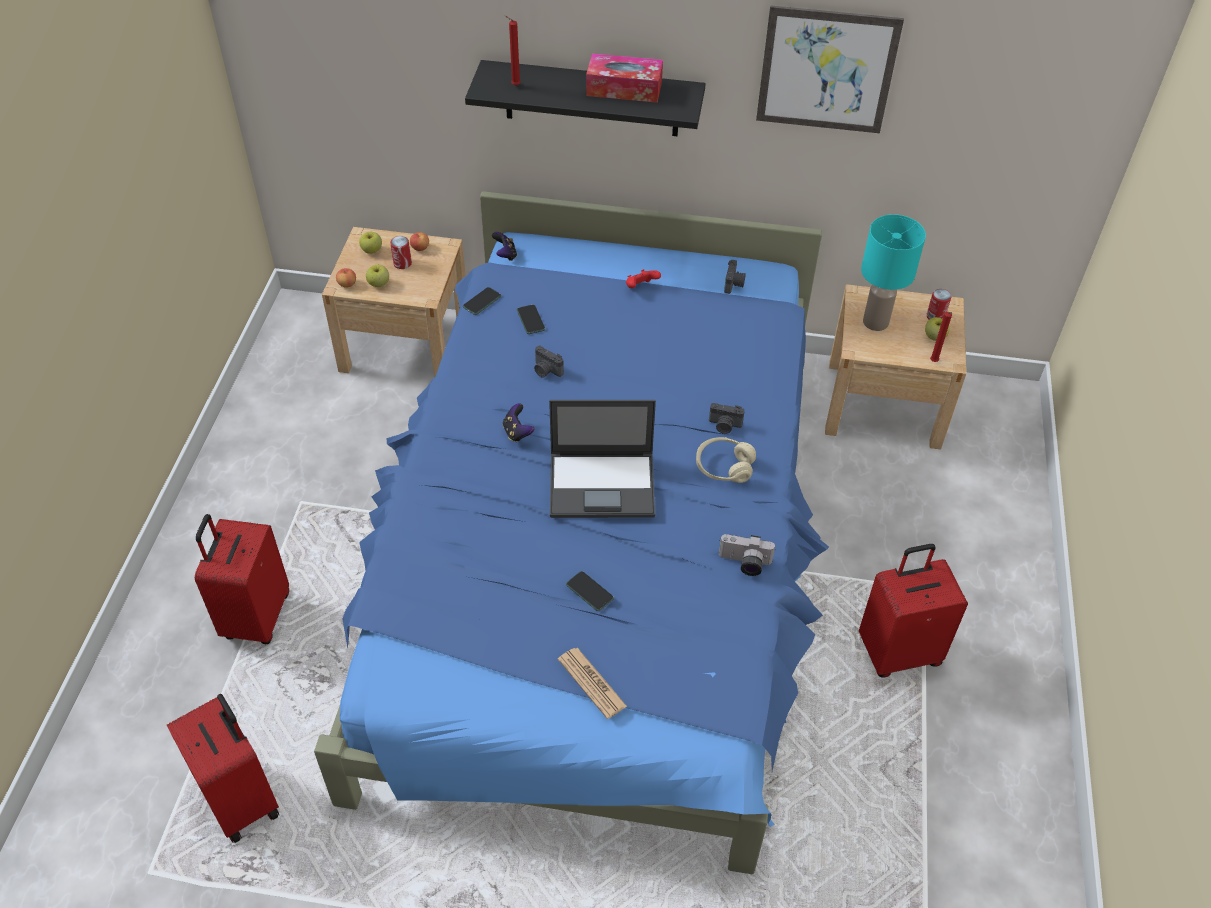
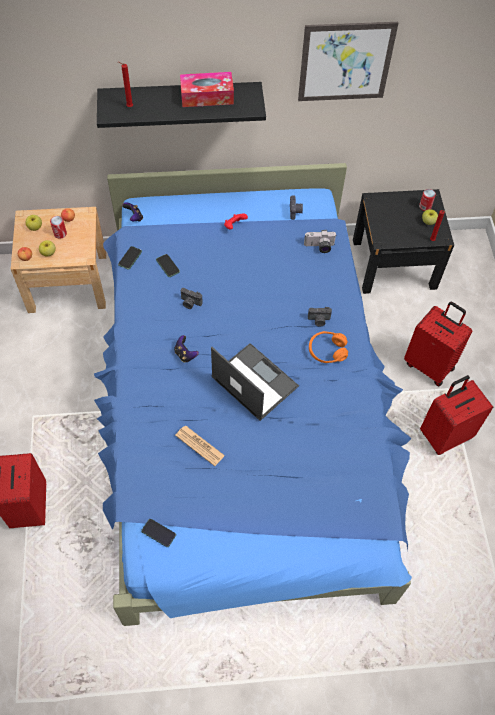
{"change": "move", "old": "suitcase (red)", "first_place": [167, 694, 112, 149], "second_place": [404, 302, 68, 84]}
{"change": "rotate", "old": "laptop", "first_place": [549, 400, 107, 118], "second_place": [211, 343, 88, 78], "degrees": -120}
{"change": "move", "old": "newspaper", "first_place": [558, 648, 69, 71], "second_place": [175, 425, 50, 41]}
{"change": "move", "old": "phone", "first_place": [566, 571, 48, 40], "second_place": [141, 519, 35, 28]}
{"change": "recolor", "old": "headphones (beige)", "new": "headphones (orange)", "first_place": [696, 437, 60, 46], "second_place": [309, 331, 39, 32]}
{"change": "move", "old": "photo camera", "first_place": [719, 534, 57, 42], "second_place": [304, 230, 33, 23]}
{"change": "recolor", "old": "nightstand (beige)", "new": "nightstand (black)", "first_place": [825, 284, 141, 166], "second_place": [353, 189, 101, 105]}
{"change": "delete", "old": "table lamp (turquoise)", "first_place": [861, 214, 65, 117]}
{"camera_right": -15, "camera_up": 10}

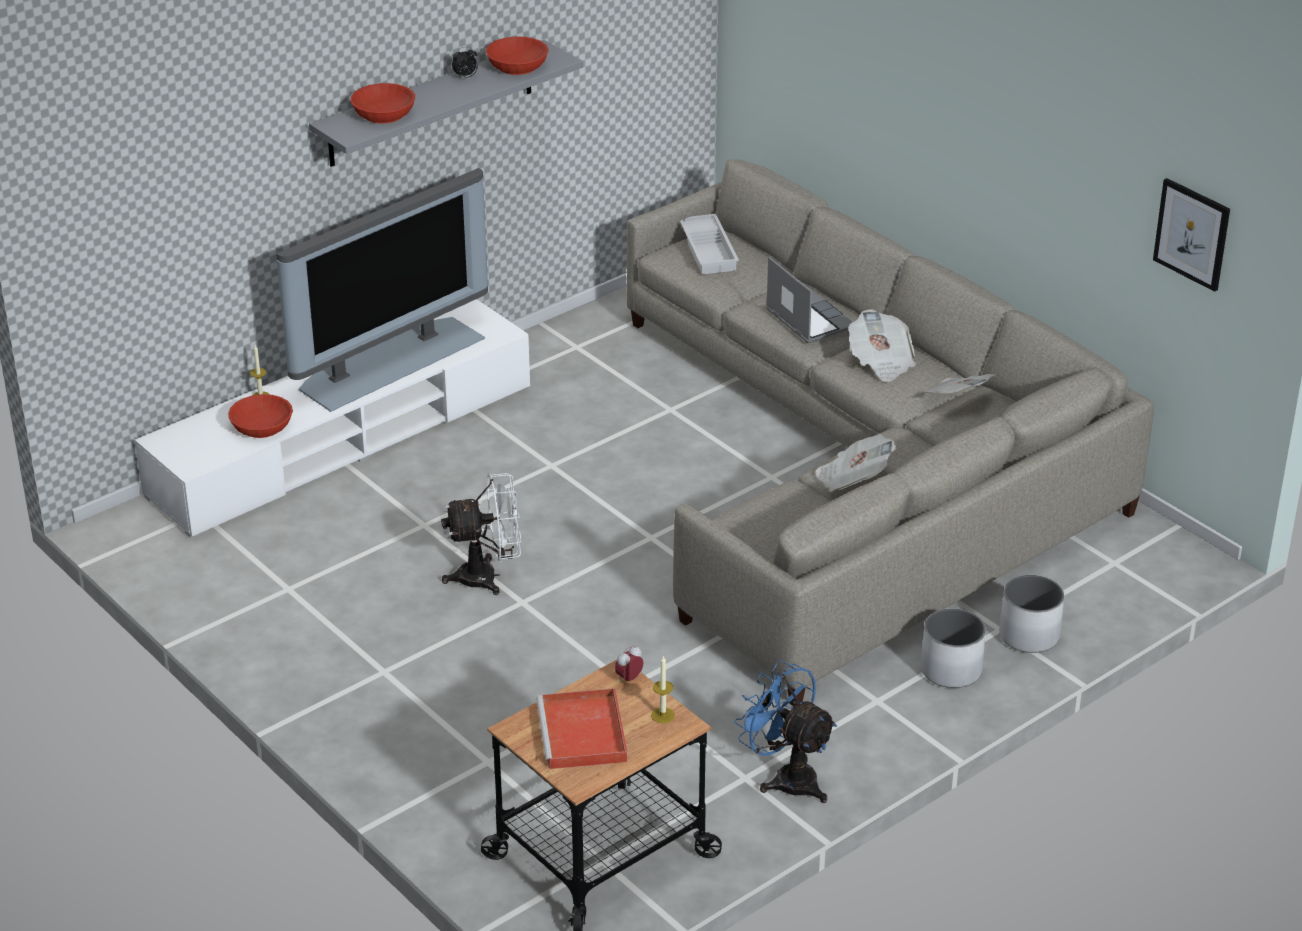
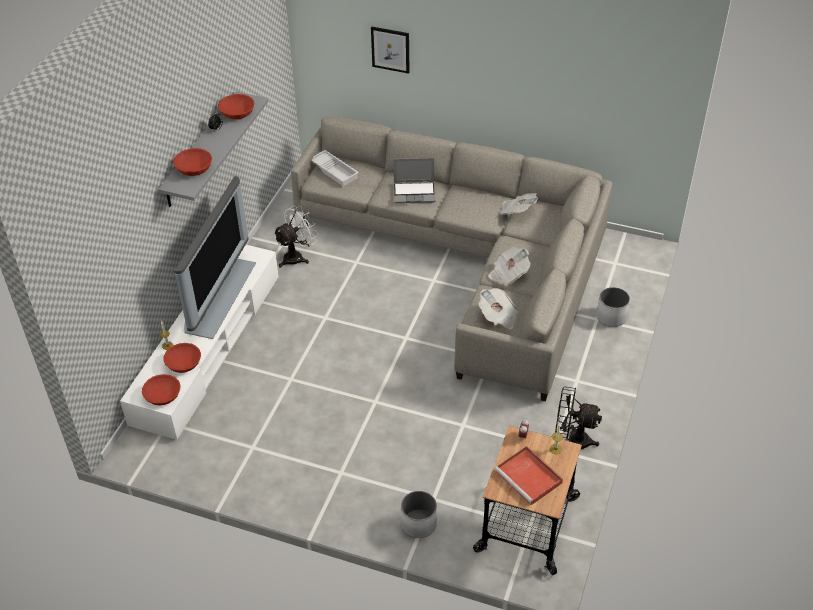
{"change": "move", "old": "fan (white)", "first_place": [441, 473, 80, 122], "second_place": [273, 206, 46, 62]}
{"change": "recolor", "old": "fan (blue)", "new": "fan (black)", "first_place": [734, 660, 103, 143], "second_place": [555, 386, 47, 63]}
{"change": "rotate", "old": "laptop", "first_place": [766, 257, 87, 86], "second_place": [393, 158, 42, 46], "degrees": 150}
{"change": "move", "old": "newspaper", "first_place": [848, 309, 68, 73], "second_place": [479, 288, 40, 42]}
{"change": "move", "old": "planter (white)", "first_place": [921, 608, 65, 80], "second_place": [401, 491, 36, 47]}
{"change": "move", "old": "picture", "first_place": [1153, 178, 77, 114], "second_place": [371, 27, 39, 47]}
{"change": "insert", "new": "bowl (red)", "second_place": [142, 374, 38, 32]}
{"camera_right": -30, "camera_up": 10}

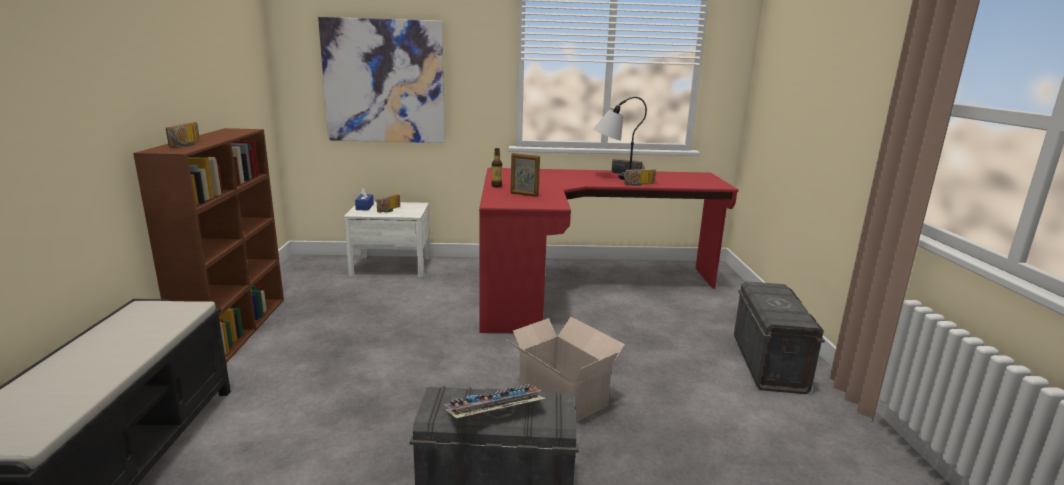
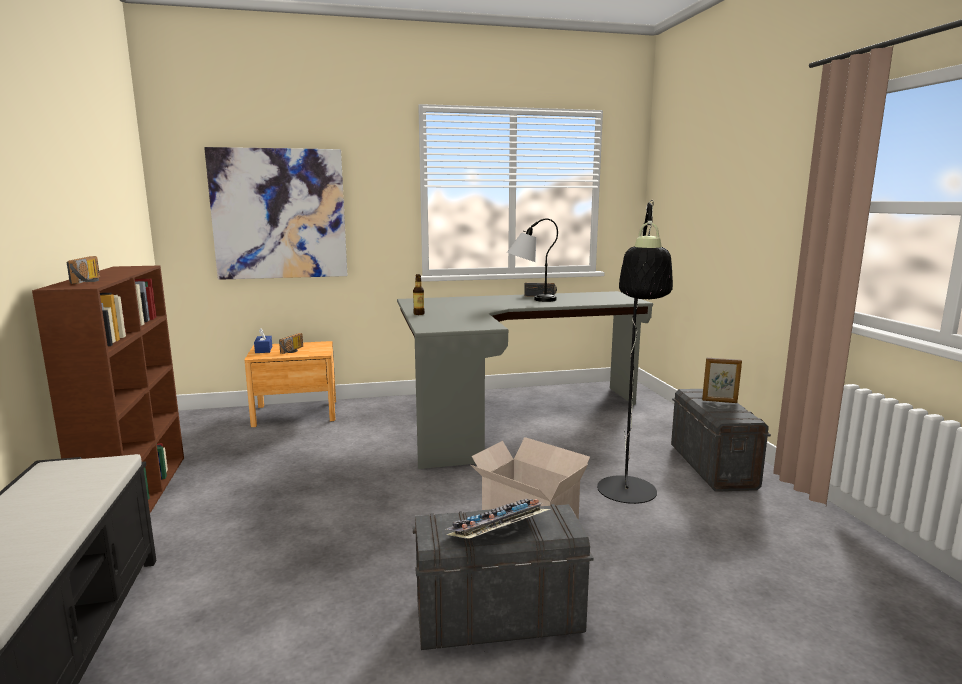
{"change": "recolor", "old": "nightstand (white)", "new": "nightstand (brown)", "first_place": [344, 202, 86, 76], "second_place": [244, 341, 92, 86]}
{"change": "recolor", "old": "desk (red)", "new": "desk (grey)", "first_place": [479, 168, 260, 165], "second_place": [397, 291, 256, 178]}
{"change": "move", "old": "picture frame", "first_place": [511, 153, 29, 44], "second_place": [702, 358, 40, 45]}
{"change": "delete", "old": "radio", "first_place": [624, 169, 32, 17]}
{"change": "insert", "new": "floor lamp (black)", "second_place": [597, 200, 76, 304]}
{"camera_right": -10, "camera_up": -5}

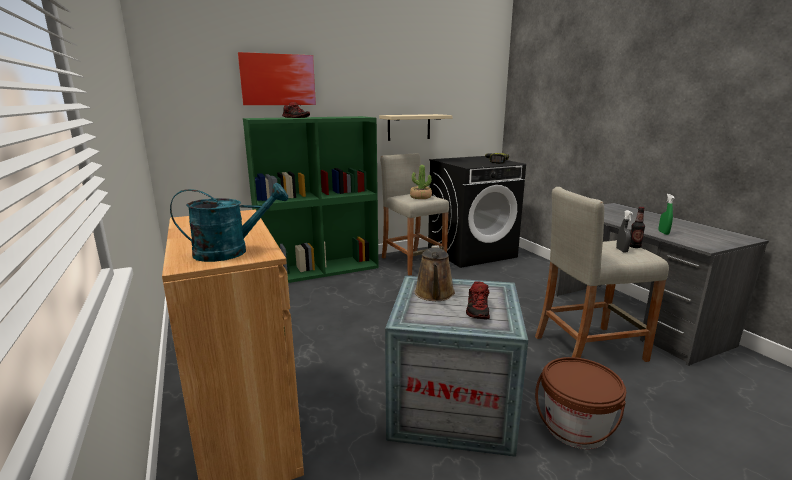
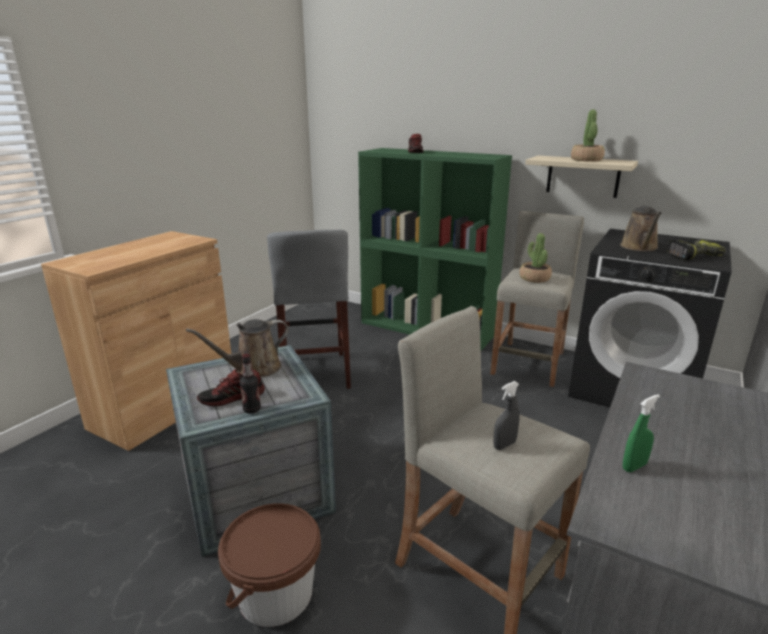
{"change": "delete", "old": "watering can (turquoise)", "first_place": [170, 183, 118, 79]}
{"change": "delete", "old": "picture", "first_place": [238, 52, 78, 53]}
{"change": "move", "old": "bottle", "first_place": [630, 207, 15, 41], "second_place": [240, 354, 21, 60]}
{"change": "insert", "new": "stool (grey)", "second_place": [267, 230, 84, 159]}
{"change": "insert", "new": "potted plant", "second_place": [571, 109, 34, 53]}
{"change": "insert", "new": "watering can (brown)", "second_place": [620, 206, 41, 45]}
{"camera_right": 55, "camera_up": 5}

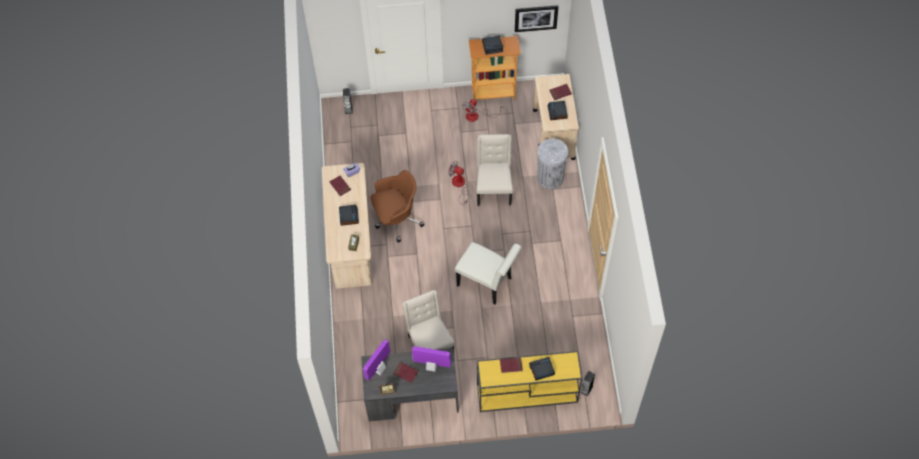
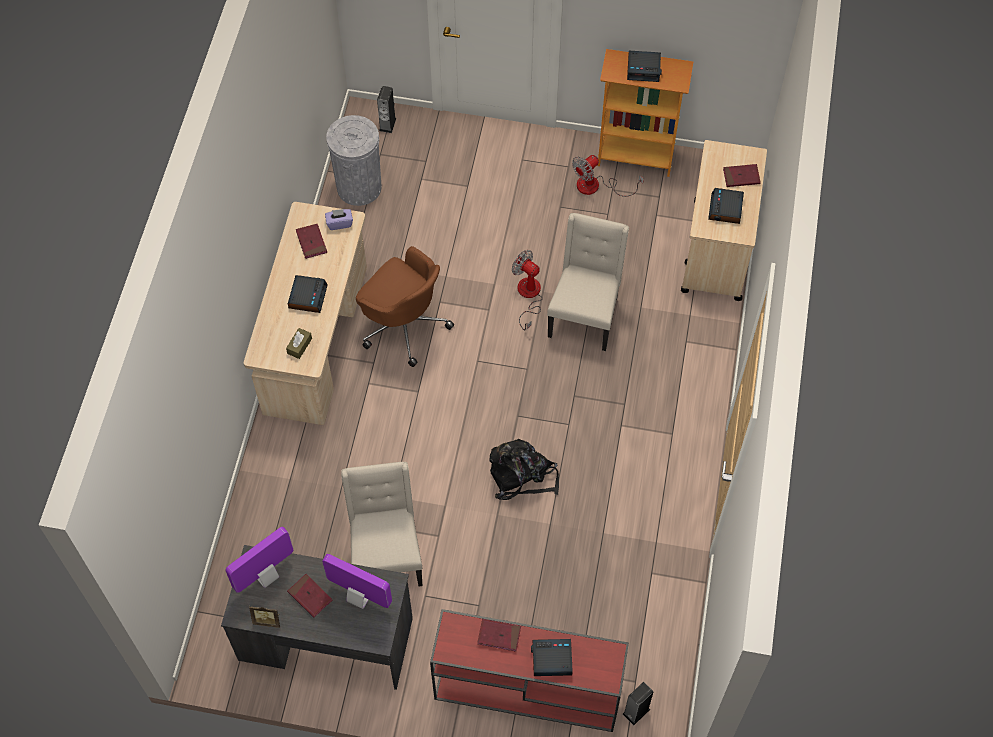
{"change": "rotate", "old": "office chair (brown)", "first_place": [370, 170, 54, 73], "second_place": [356, 246, 98, 121], "degrees": 45}
{"change": "replace", "old": "chair (white)", "new": "backpack (black)", "first_place": [455, 242, 67, 62], "second_place": [489, 439, 70, 61]}
{"change": "recolor", "old": "console table (yellow)", "new": "console table (red)", "first_place": [477, 351, 105, 61], "second_place": [430, 609, 199, 123]}
{"change": "delete", "old": "picture", "first_place": [515, 5, 43, 27]}
{"change": "move", "old": "trash can (grey)", "first_place": [537, 138, 31, 51], "second_place": [326, 115, 56, 91]}
{"camera_right": 15, "camera_up": 0}

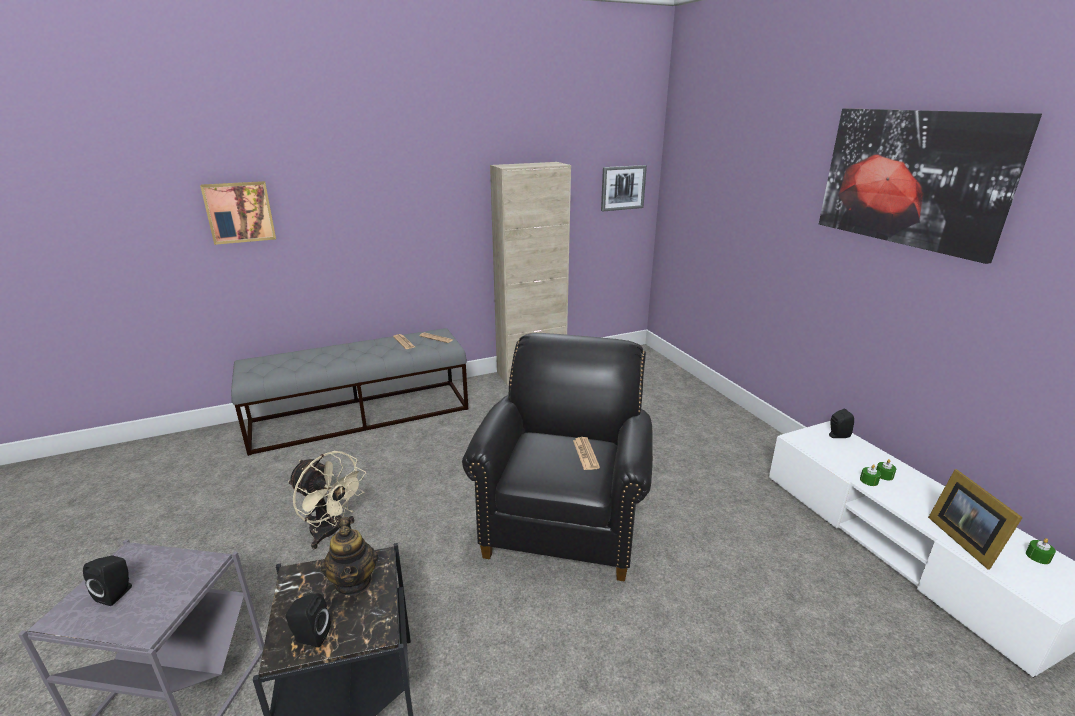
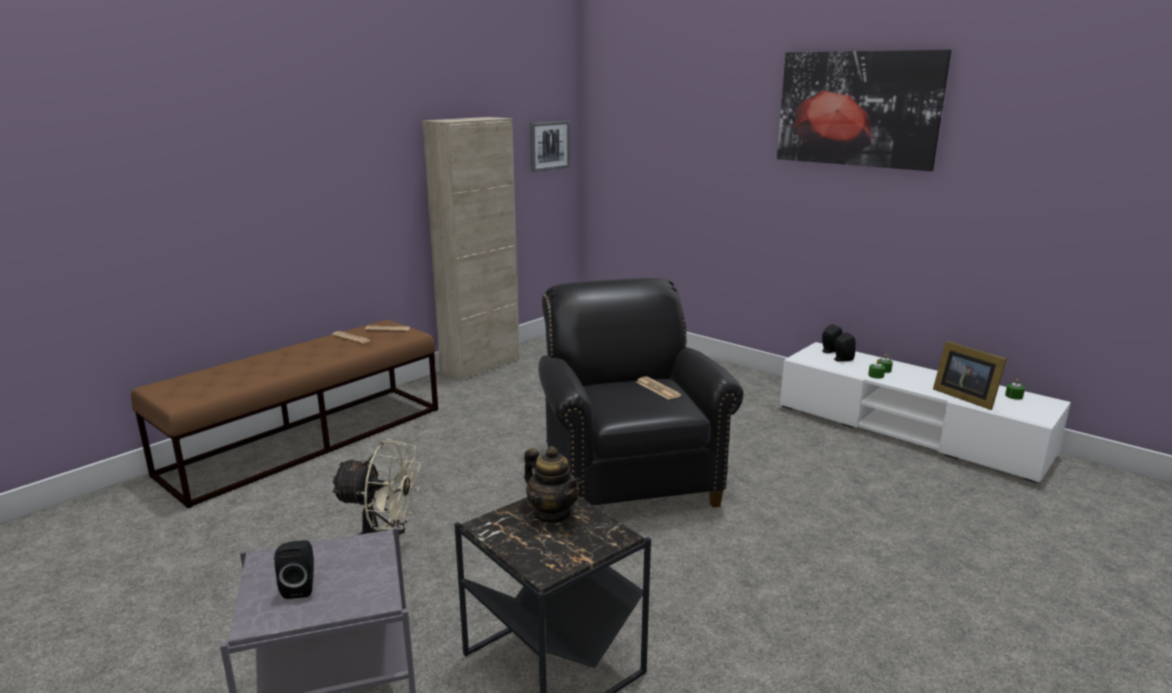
{"change": "delete", "old": "picture", "first_place": [200, 181, 76, 64]}
{"change": "recolor", "old": "bench (grey)", "new": "bench (brown)", "first_place": [231, 328, 237, 128], "second_place": [131, 320, 307, 189]}
{"change": "move", "old": "speaker (black)", "first_place": [286, 593, 45, 55], "second_place": [834, 332, 22, 30]}
{"camera_right": -25, "camera_up": -5}

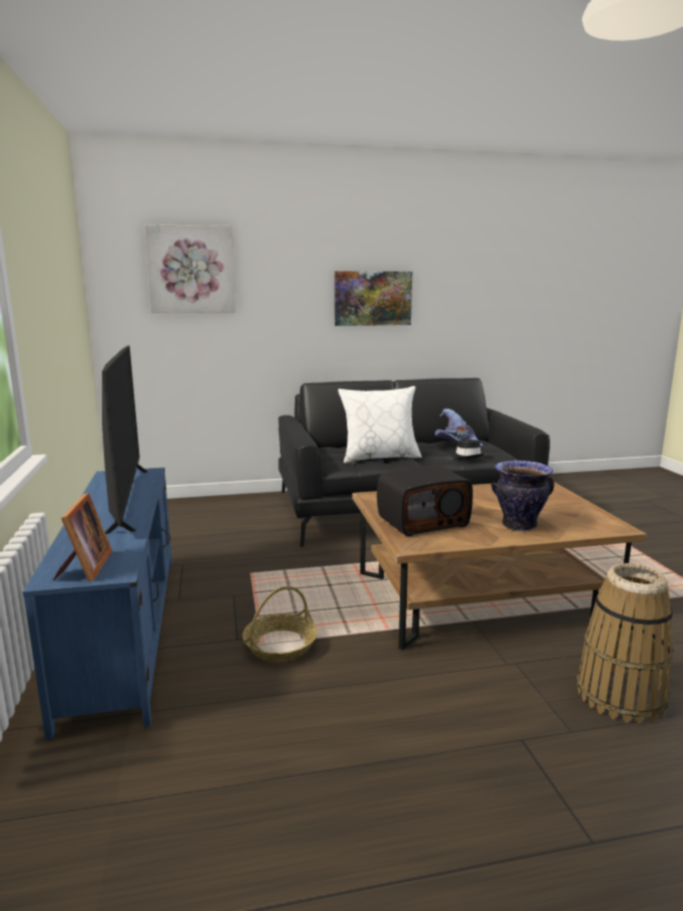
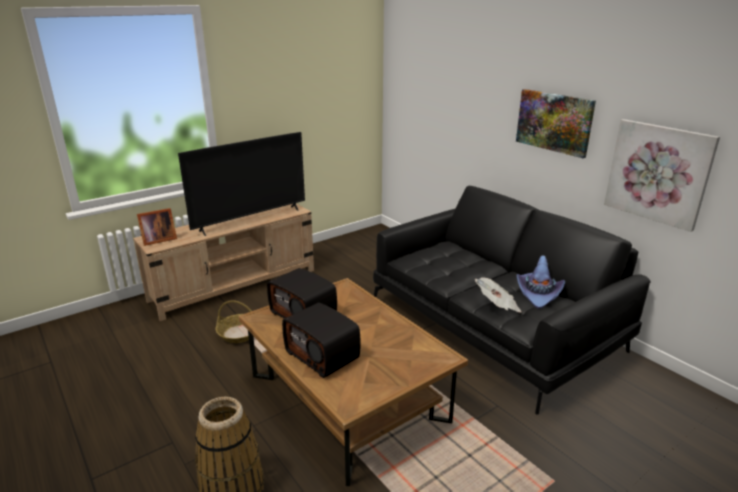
{"change": "recolor", "old": "tv stand (blue)", "new": "tv stand (beige)", "first_place": [23, 468, 149, 273], "second_place": [133, 203, 181, 118]}
{"change": "move", "old": "picture", "first_place": [144, 224, 92, 89], "second_place": [604, 119, 116, 113]}
{"change": "delete", "old": "pillow (white)", "first_place": [338, 386, 84, 77]}
{"change": "replace", "old": "hat (black)", "new": "newspaper", "first_place": [452, 440, 33, 19], "second_place": [475, 277, 46, 36]}
{"change": "replace", "old": "vase", "new": "radio", "first_place": [491, 460, 63, 71], "second_place": [282, 303, 79, 75]}
{"camera_right": 65, "camera_up": 10}

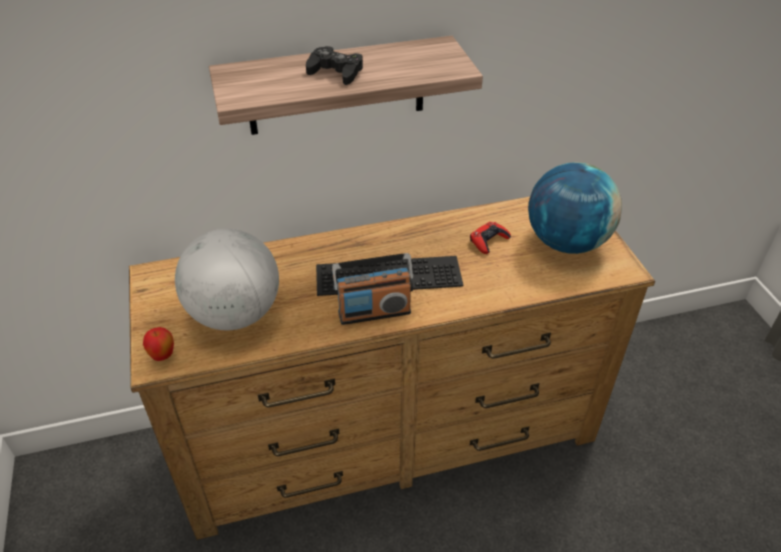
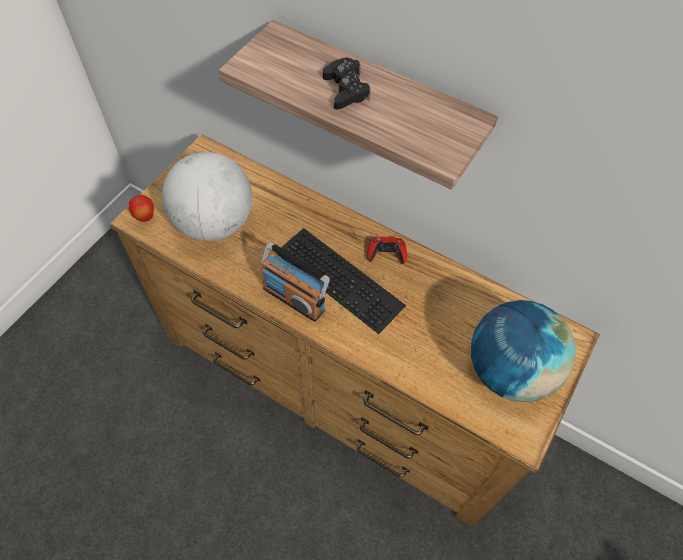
{"change": "move", "old": "game controller (red)", "first_place": [470, 222, 41, 32], "second_place": [367, 236, 40, 28]}
{"camera_right": 45, "camera_up": 15}

